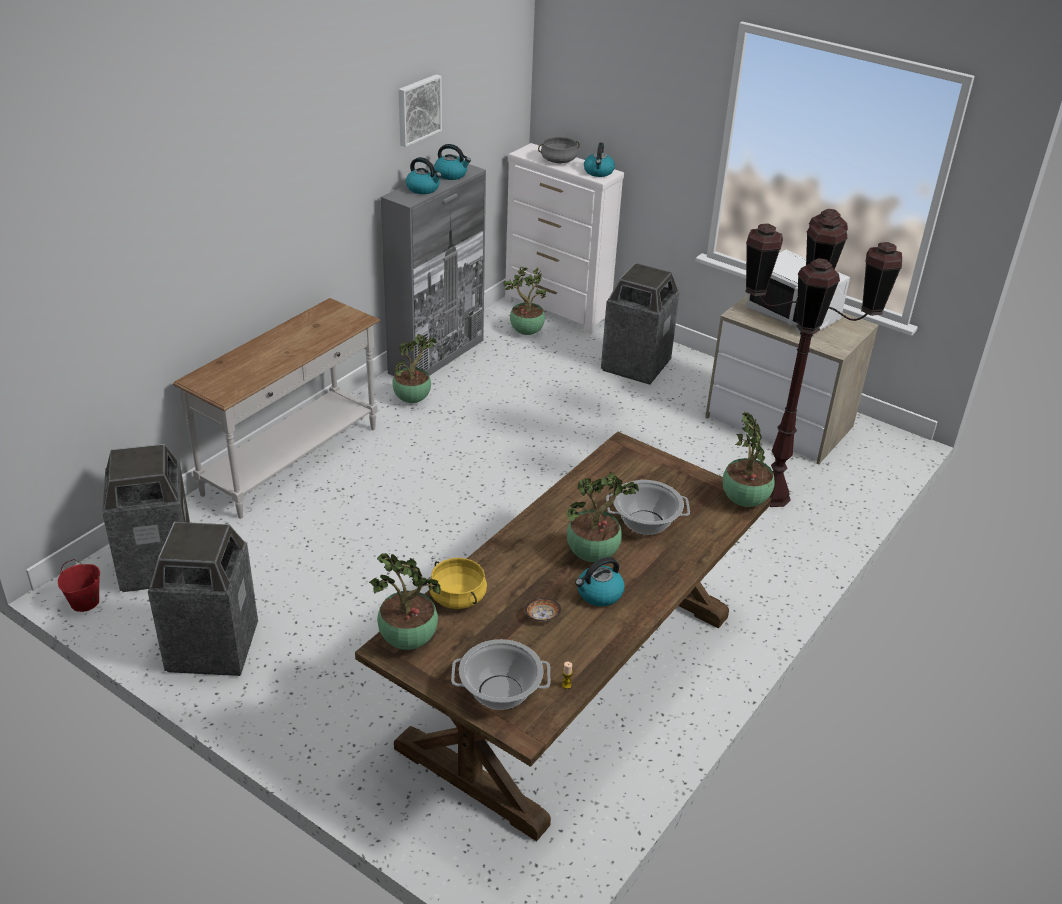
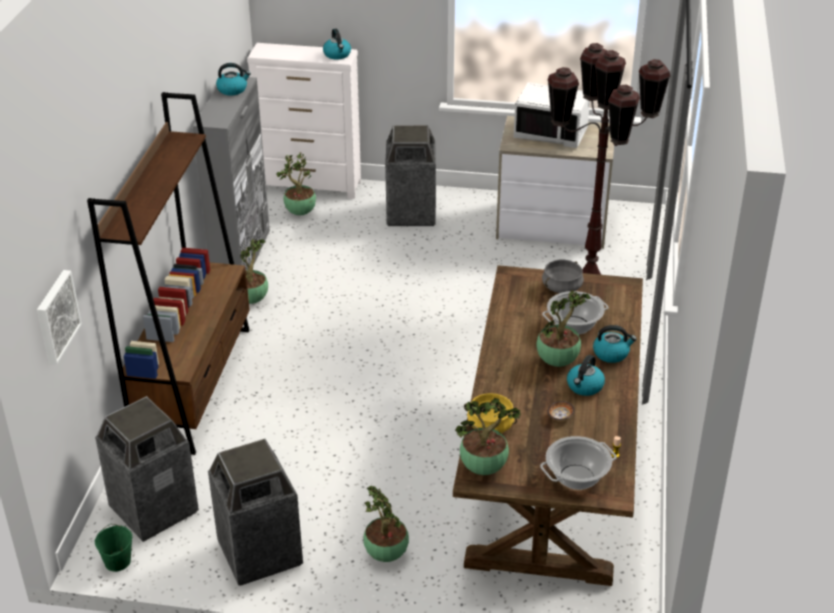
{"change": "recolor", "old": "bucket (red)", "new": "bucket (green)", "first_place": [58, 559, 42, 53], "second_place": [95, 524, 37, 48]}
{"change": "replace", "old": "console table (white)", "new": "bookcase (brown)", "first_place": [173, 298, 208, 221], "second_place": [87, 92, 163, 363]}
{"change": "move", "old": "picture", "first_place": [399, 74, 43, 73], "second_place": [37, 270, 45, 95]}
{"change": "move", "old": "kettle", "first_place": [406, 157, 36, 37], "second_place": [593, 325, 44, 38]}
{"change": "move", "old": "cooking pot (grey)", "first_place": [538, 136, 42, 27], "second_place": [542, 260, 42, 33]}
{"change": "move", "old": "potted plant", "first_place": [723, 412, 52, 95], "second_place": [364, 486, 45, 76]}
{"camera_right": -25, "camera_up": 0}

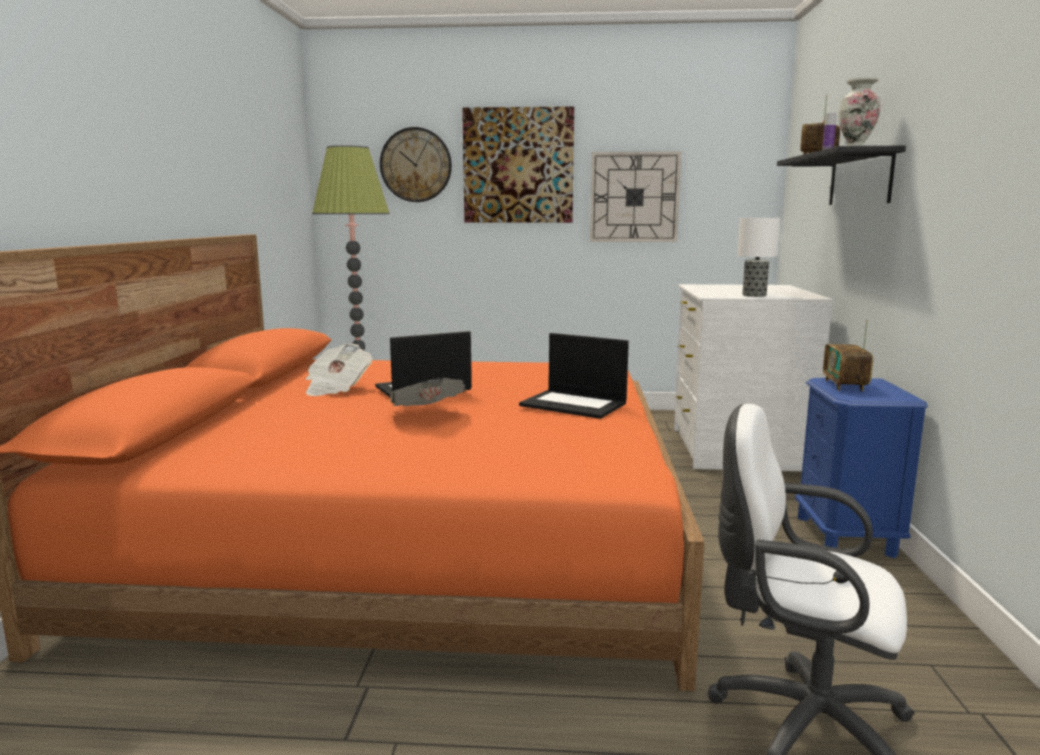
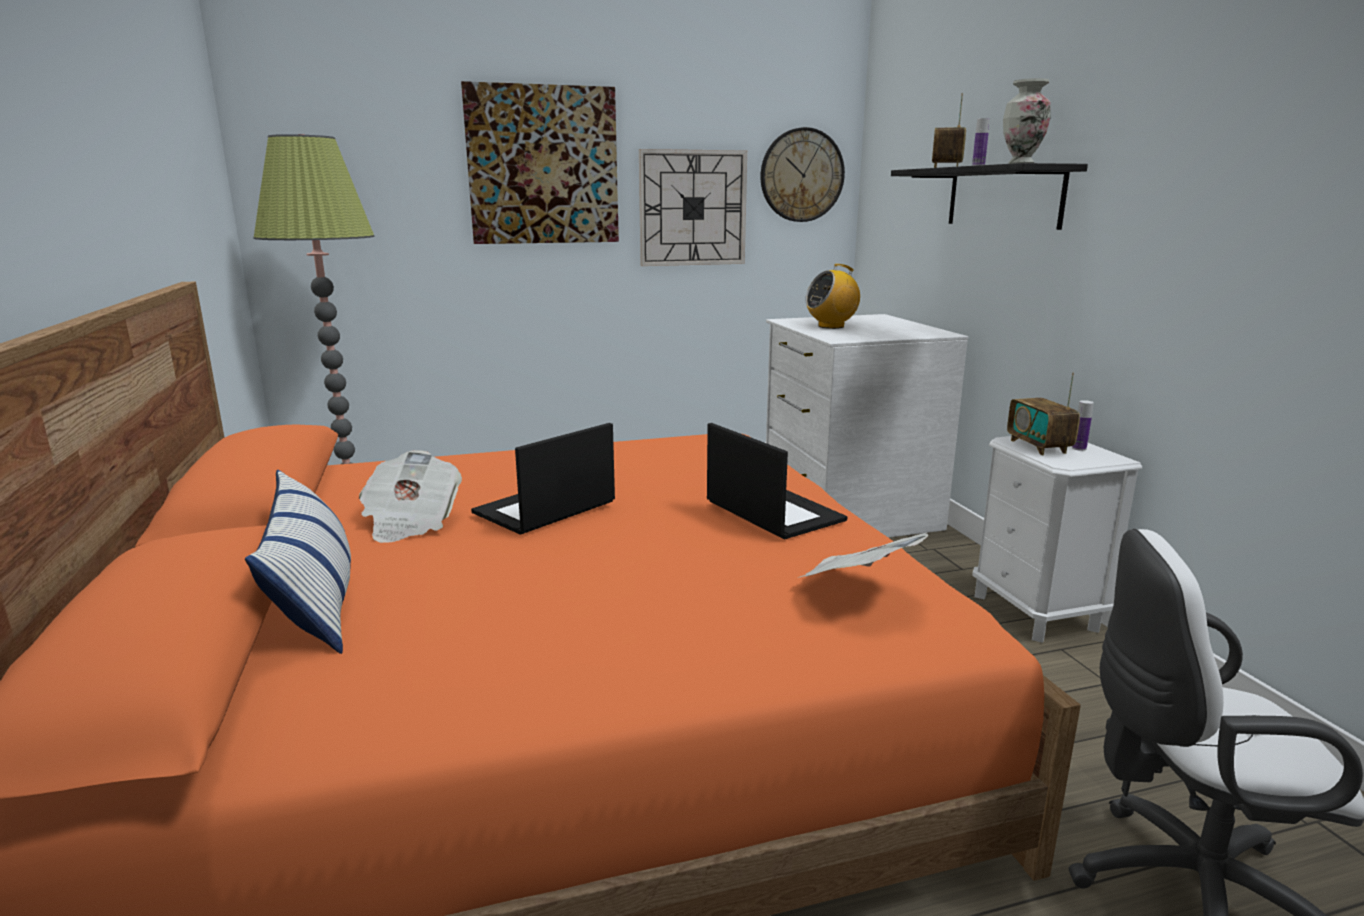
{"change": "move", "old": "wall clock", "first_place": [380, 127, 72, 75], "second_place": [760, 127, 85, 95]}
{"change": "move", "old": "newspaper", "first_place": [390, 378, 76, 28], "second_place": [798, 531, 133, 47]}
{"change": "rotate", "old": "laptop", "first_place": [519, 333, 110, 86], "second_place": [707, 423, 140, 116], "degrees": -135}
{"change": "delete", "old": "table lamp", "first_place": [737, 218, 44, 79]}
{"change": "recolor", "old": "nightstand (blue)", "new": "nightstand (white)", "first_place": [795, 378, 133, 180], "second_place": [972, 436, 170, 207]}
{"change": "insert", "new": "pillow", "second_place": [245, 470, 106, 184]}
{"change": "insert", "new": "radio", "second_place": [805, 264, 55, 65]}
{"change": "insert", "new": "bottle", "second_place": [1072, 400, 22, 51]}
{"camera_right": -20, "camera_up": 5}

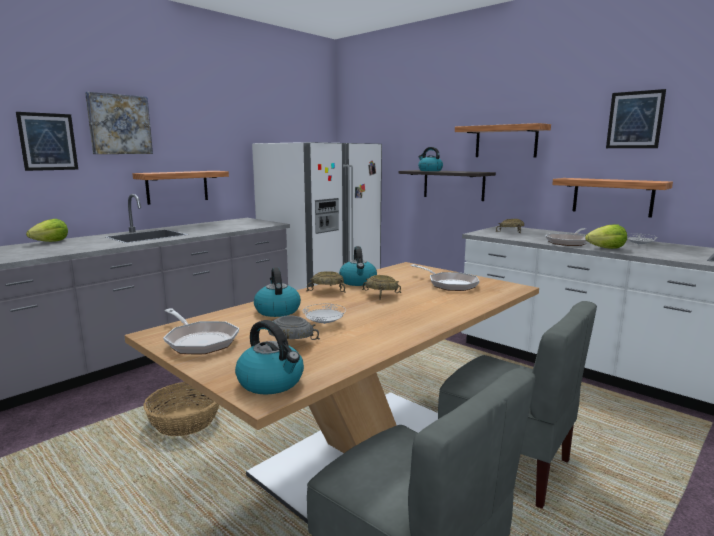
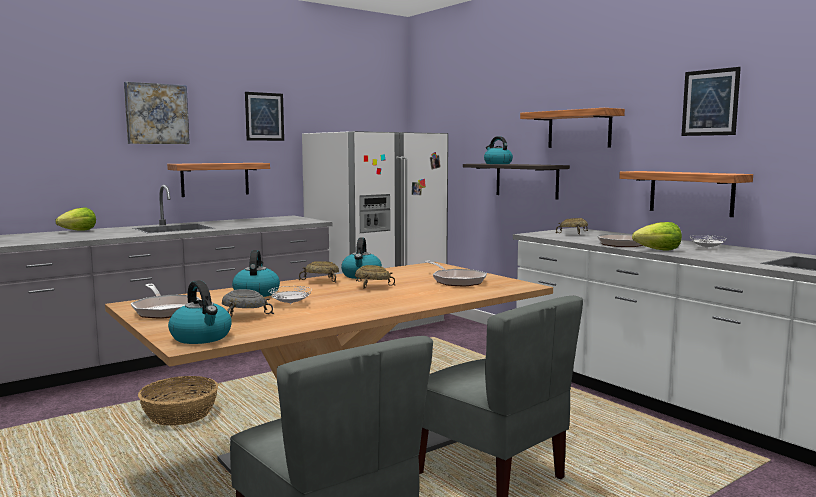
{"change": "move", "old": "picture", "first_place": [16, 112, 62, 59], "second_place": [245, 92, 39, 49]}
{"camera_right": 10, "camera_up": -5}

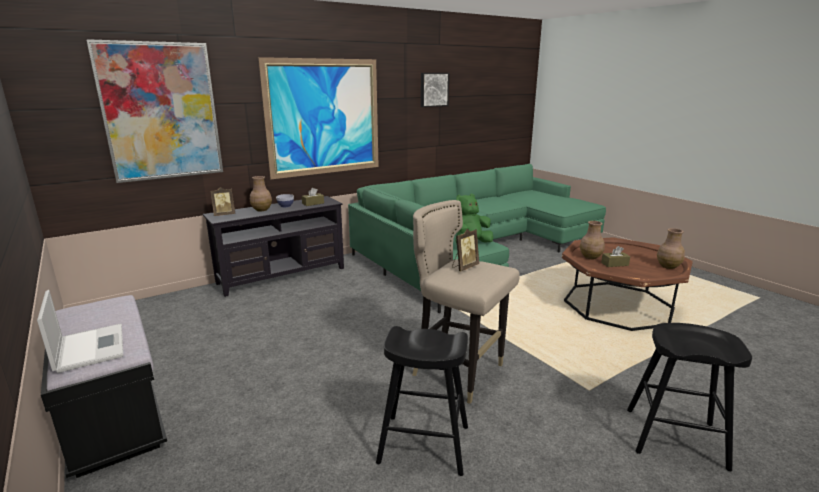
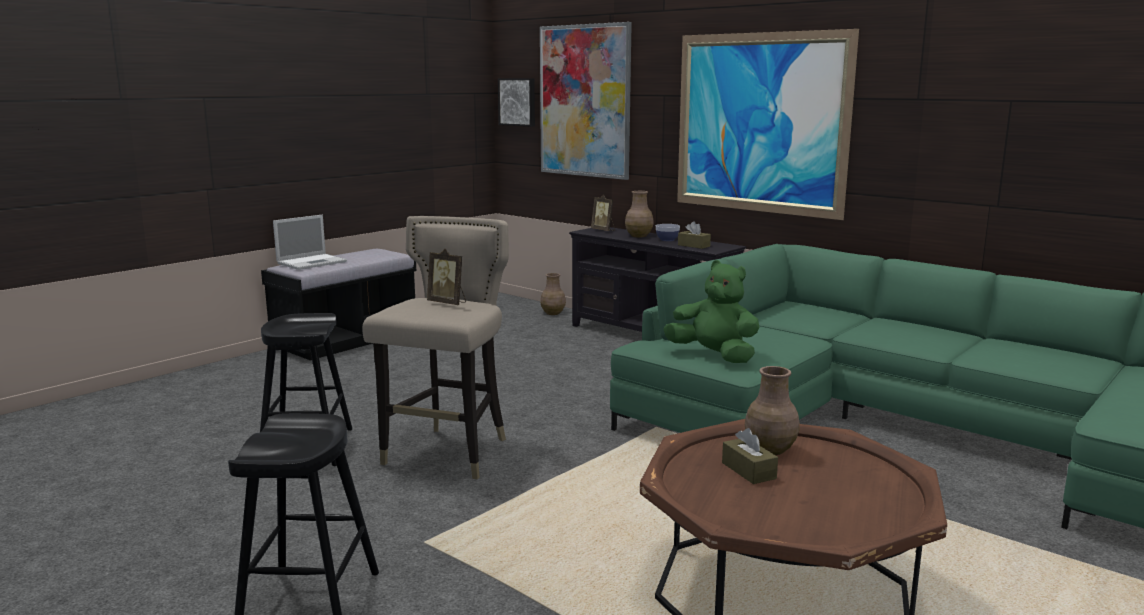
{"change": "move", "old": "picture", "first_place": [421, 73, 28, 34], "second_place": [498, 78, 37, 49]}
{"change": "move", "old": "vase (brown)", "first_place": [657, 228, 28, 41], "second_place": [540, 273, 26, 42]}
{"camera_right": 75, "camera_up": -5}

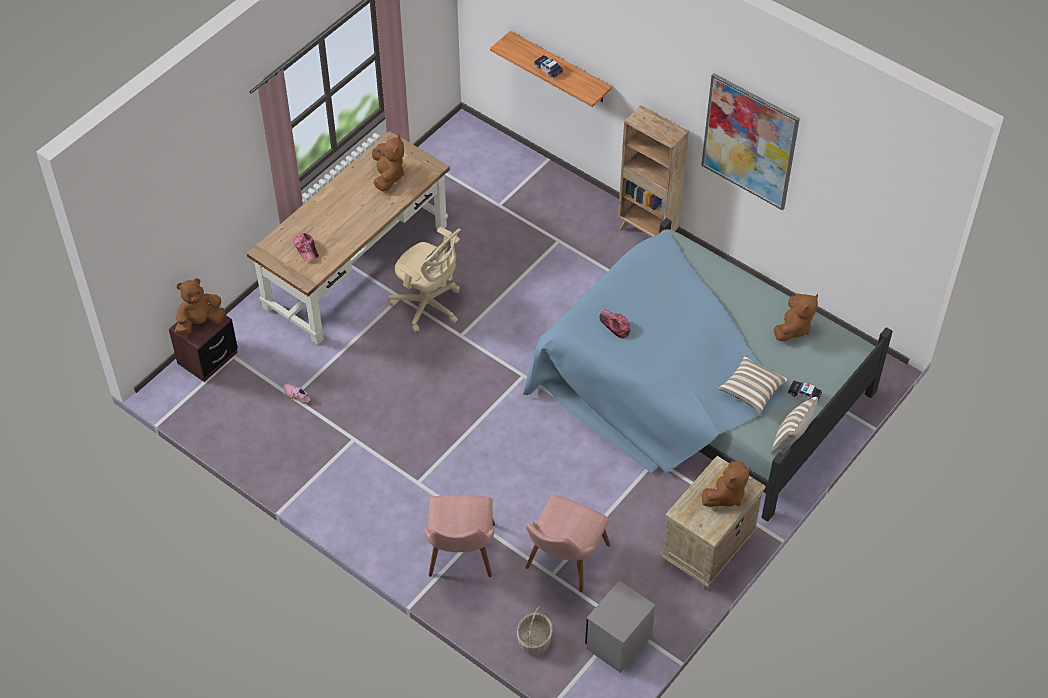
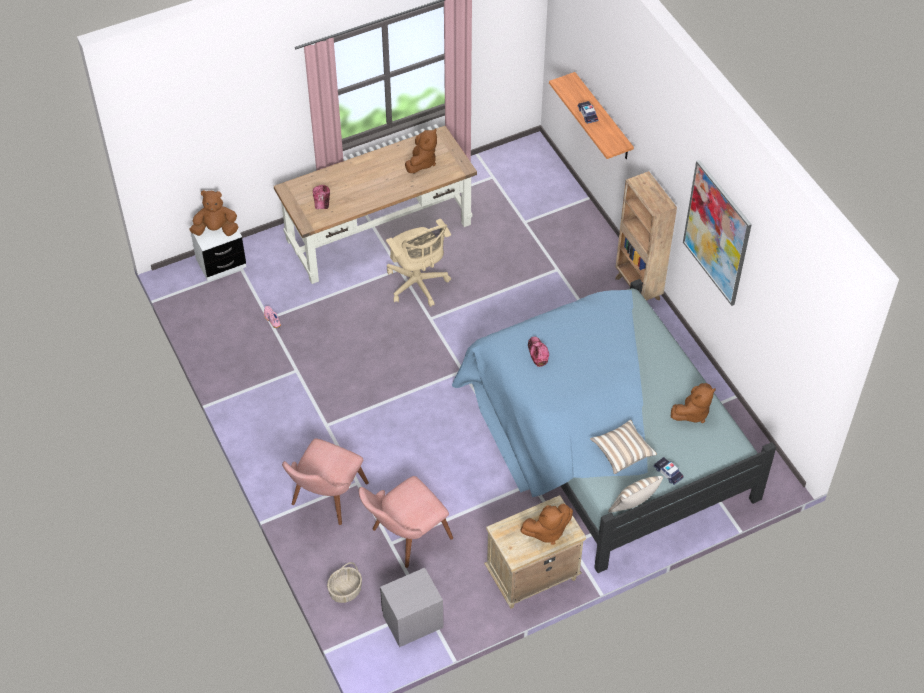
{"change": "recolor", "old": "nightstand (brown)", "new": "nightstand (white)", "first_place": [169, 303, 69, 79], "second_place": [190, 226, 56, 55]}
{"camera_right": 25, "camera_up": 0}

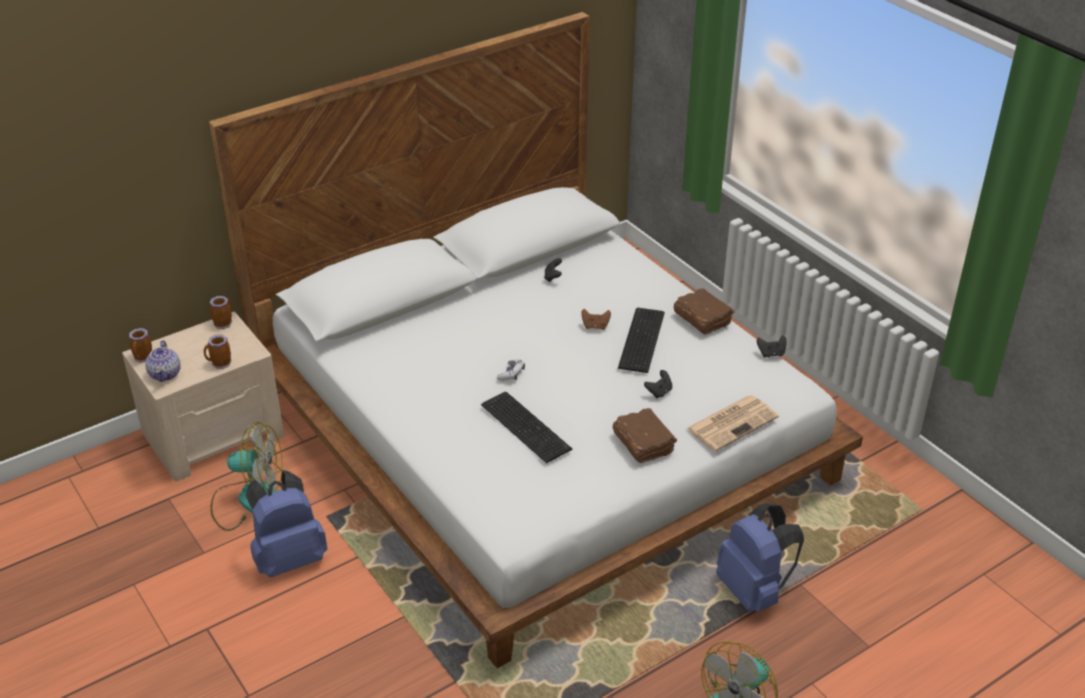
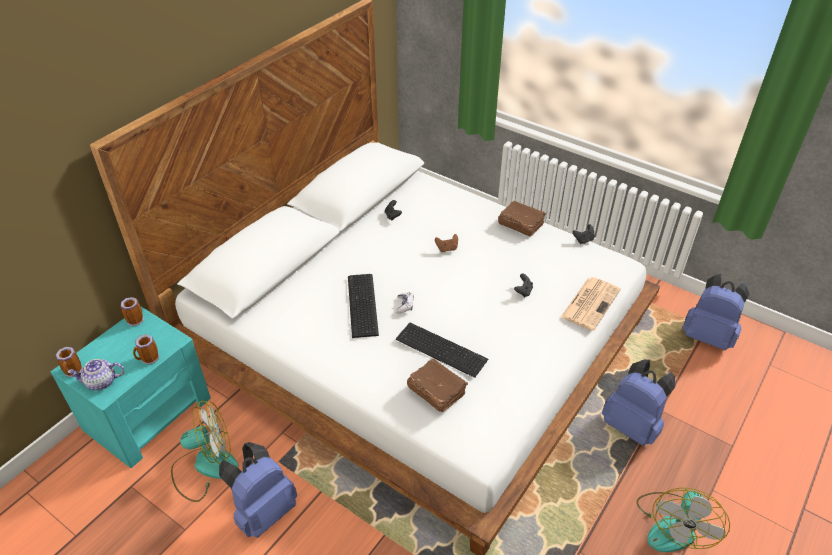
{"change": "recolor", "old": "nightstand (beige)", "new": "nightstand (turquoise)", "first_place": [122, 311, 162, 171], "second_place": [51, 306, 160, 162]}
{"change": "rotate", "old": "teapot", "first_place": [145, 340, 36, 42], "second_place": [68, 359, 56, 31], "degrees": 105}
{"change": "move", "old": "book (brown)", "first_place": [613, 408, 64, 55], "second_place": [407, 358, 61, 54]}
{"change": "move", "old": "keyboard", "first_place": [618, 308, 47, 65], "second_place": [348, 274, 31, 64]}
{"change": "insert", "new": "backpack (blue)", "second_place": [682, 274, 68, 76]}
{"camera_right": -20, "camera_up": 5}

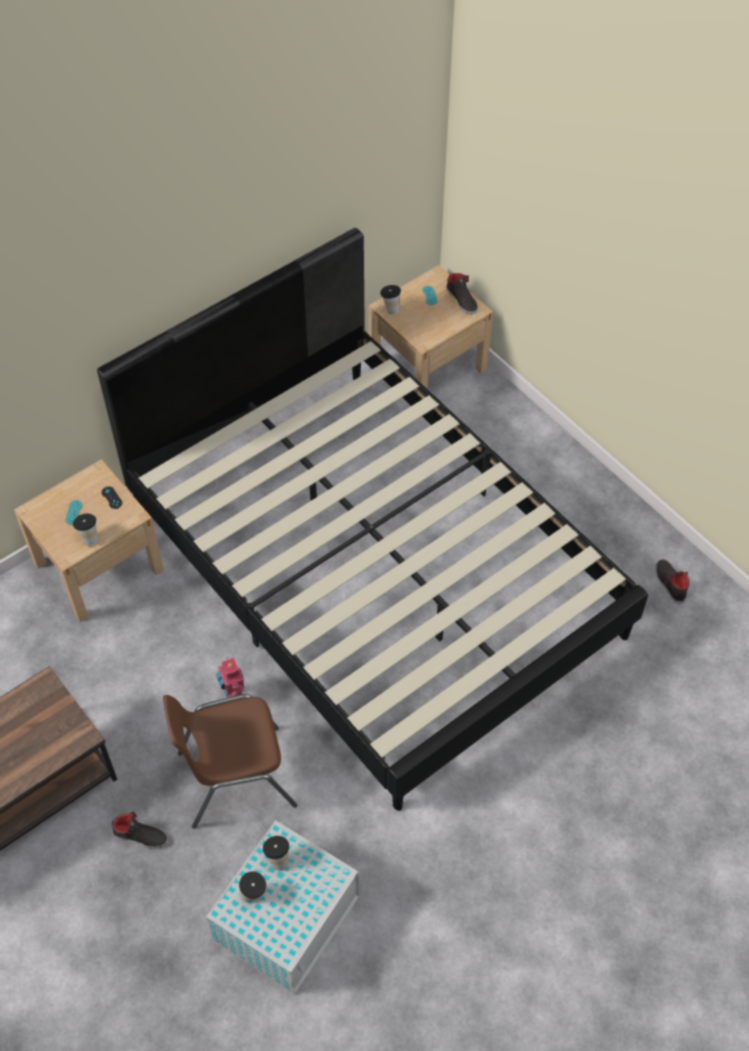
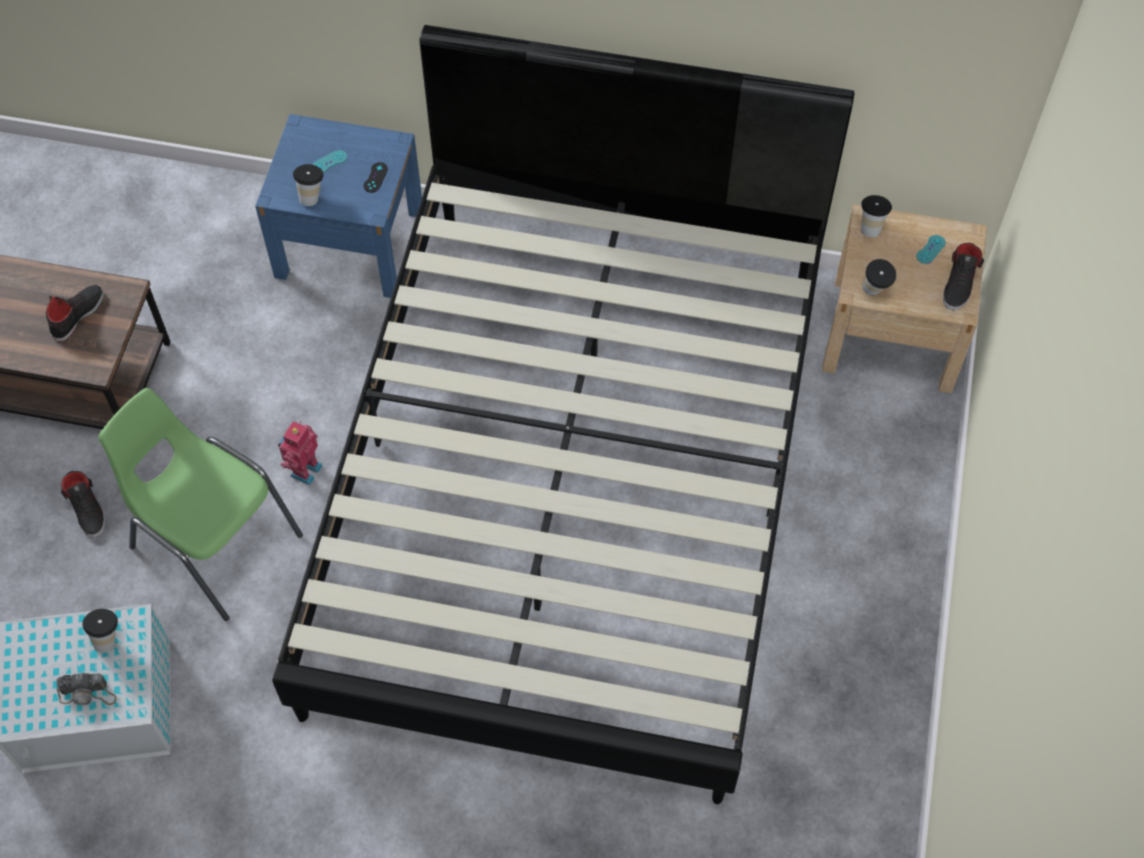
{"change": "recolor", "old": "nightstand (beige)", "new": "nightstand (blue)", "first_place": [14, 459, 150, 163], "second_place": [255, 114, 167, 184]}
{"change": "recolor", "old": "chair (brown)", "new": "chair (green)", "first_place": [163, 694, 134, 135], "second_place": [99, 388, 204, 233]}
{"change": "move", "old": "cup", "first_place": [239, 872, 27, 30], "second_place": [862, 259, 34, 36]}
{"change": "move", "old": "shoe (black)", "first_place": [656, 559, 33, 44], "second_place": [46, 285, 58, 57]}
{"change": "insert", "new": "photo camera", "second_place": [56, 673, 61, 32]}
{"camera_right": 50, "camera_up": 5}

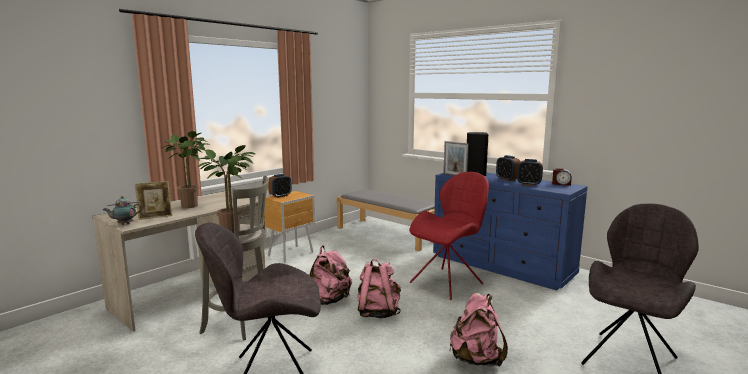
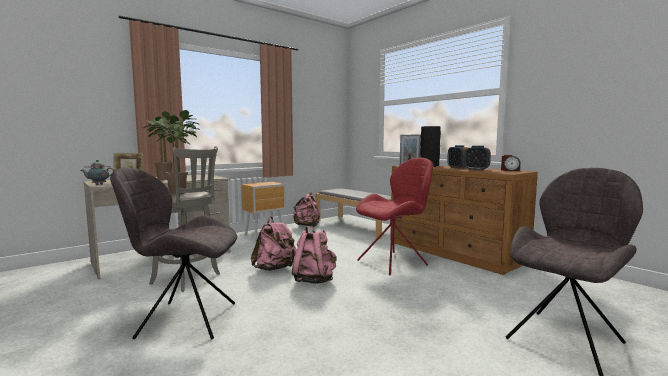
{"change": "delete", "old": "alarm clock", "first_place": [268, 174, 24, 24]}
{"change": "recolor", "old": "dresser (blue)", "new": "dresser (brown)", "first_place": [433, 173, 155, 117], "second_place": [390, 166, 148, 109]}
{"change": "move", "old": "backpack (pink)", "first_place": [449, 293, 59, 74], "second_place": [293, 192, 27, 35]}
{"camera_right": 10, "camera_up": -5}

